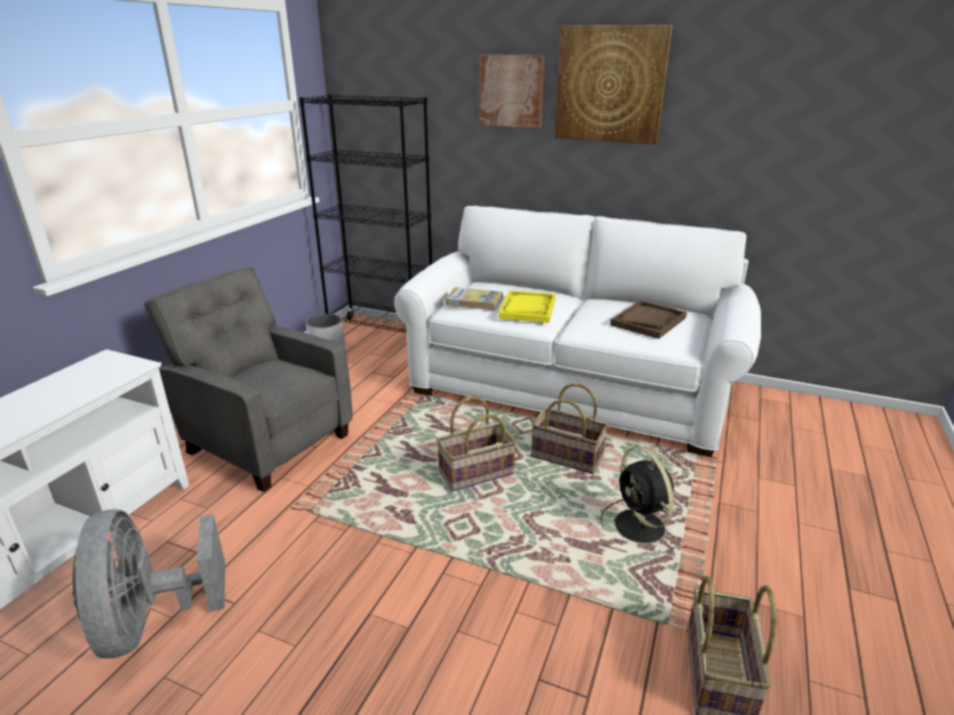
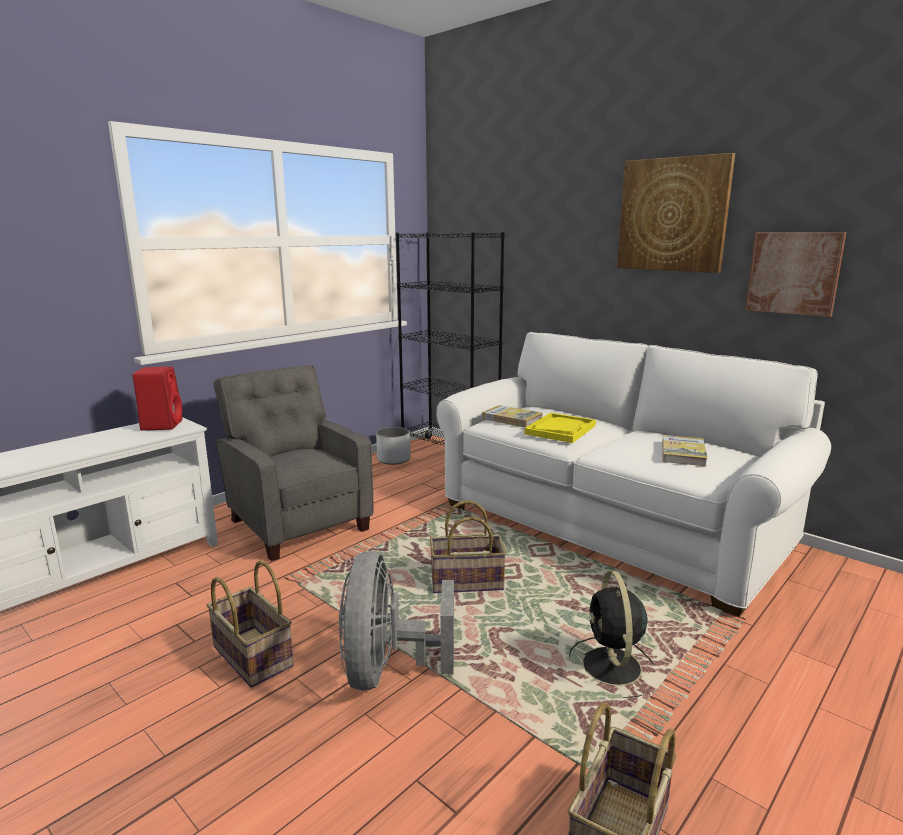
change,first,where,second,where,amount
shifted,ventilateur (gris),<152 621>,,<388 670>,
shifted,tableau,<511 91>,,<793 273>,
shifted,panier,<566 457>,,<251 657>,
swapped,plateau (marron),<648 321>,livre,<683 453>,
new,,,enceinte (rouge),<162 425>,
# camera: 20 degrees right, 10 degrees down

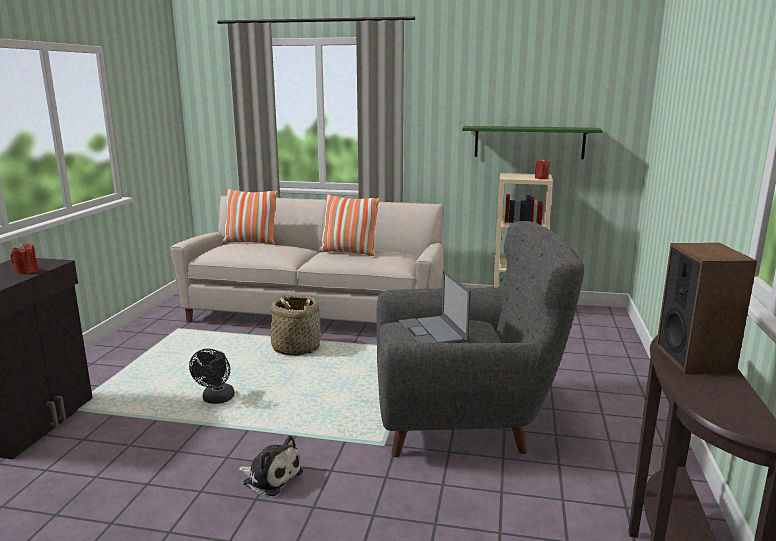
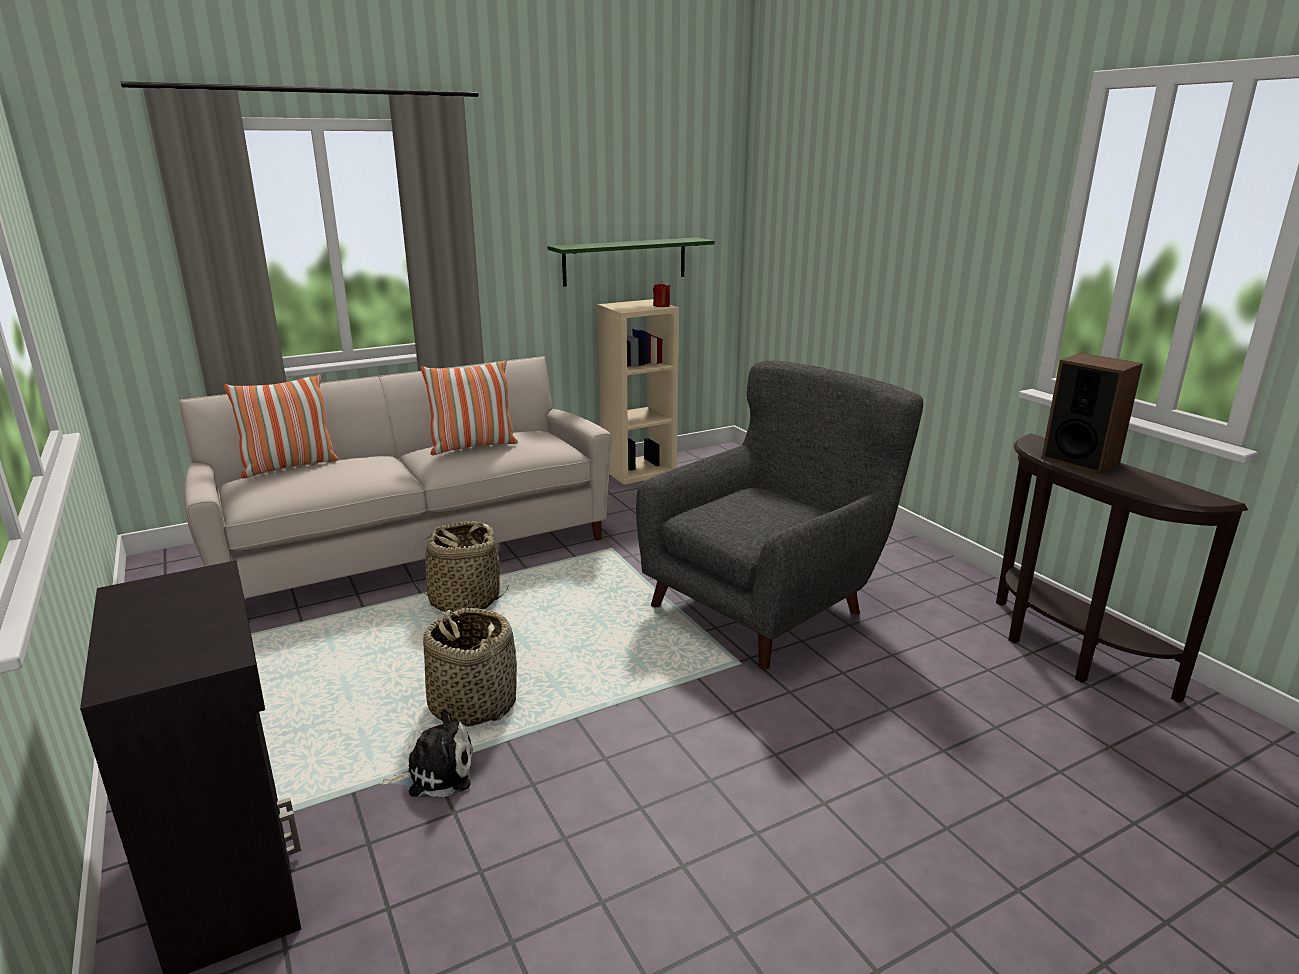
change,first,where,second,where,amount
gone,bougie (rouge),<26 271>,,,
swapped,ventilateur (noir),<217 400>,panier,<473 703>,
shifted,peluche,<270 477>,,<435 772>,
gone,ordinateur portable,<433 332>,,,
# camera: 40 degrees left, 5 degrees up

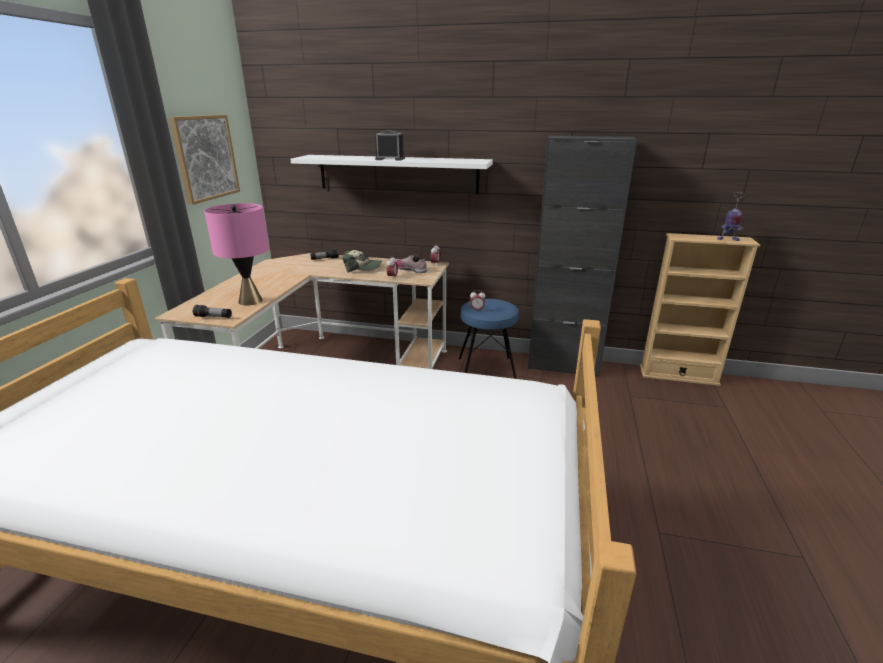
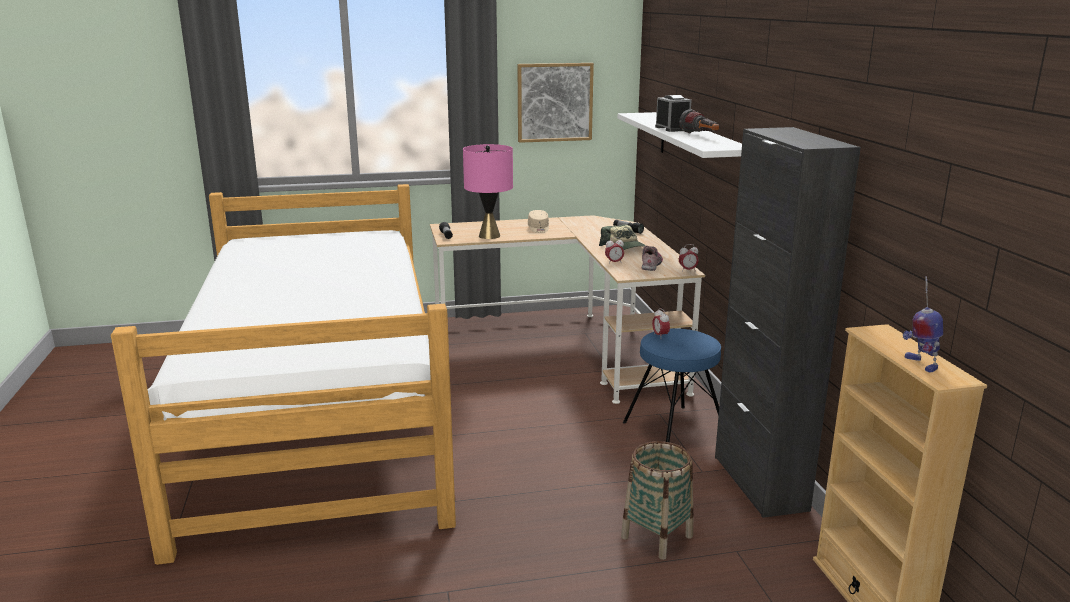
change,first,where,second,where,amount
new,,,casquette (beige),<538 228>,
new,,,panier,<656 537>,
new,,,lampe de poche,<700 136>,
# camera: 65 degrees right, 5 degrees down

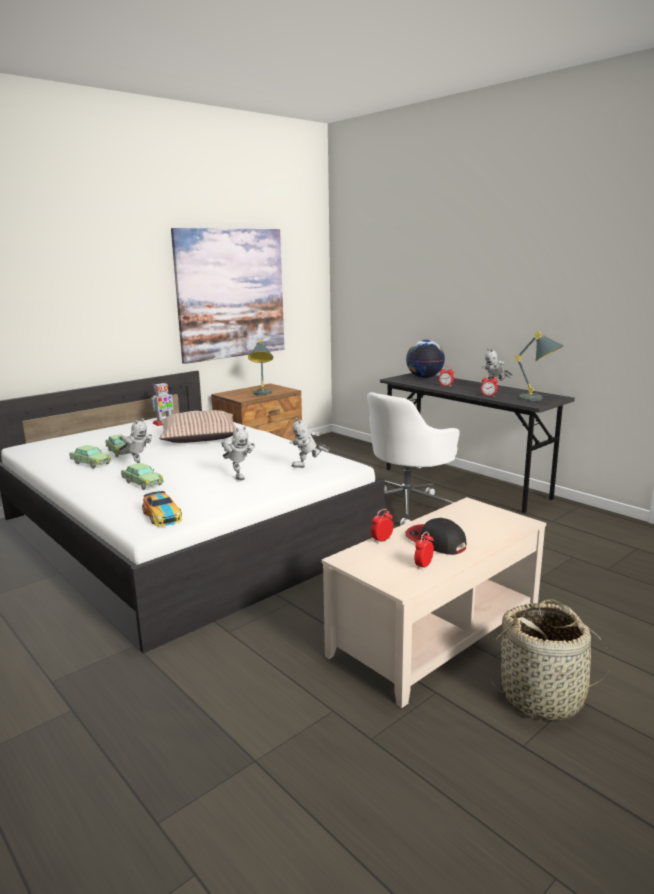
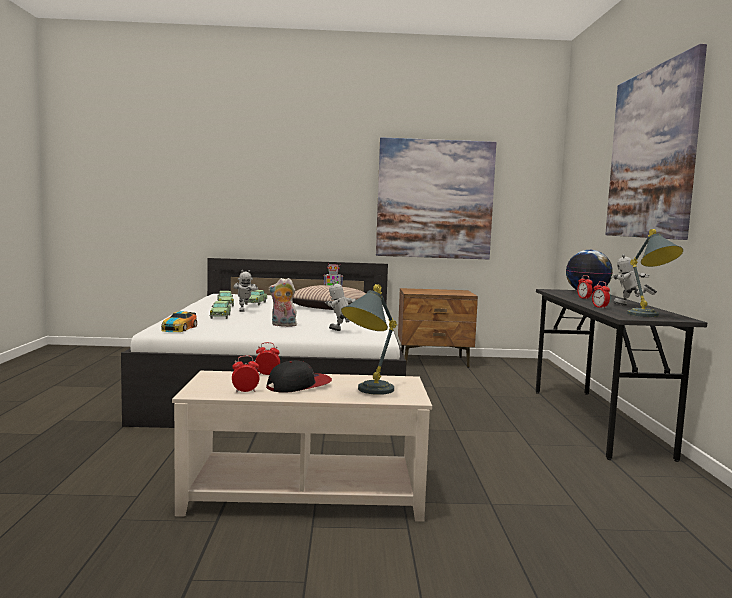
change,first,where,second,where,amount
swapped,robot jouet,<238 476>,peluche,<282 325>,
shifted,lampe de table (gris),<262 394>,,<367 392>,
gone,chaise de bureau (blanc),<408 507>,,,
rotated,casquette,<435 542>,,<299 385>,60 degrees clockwise
gone,panier,<543 696>,,,
new,,,tableau,<651 153>,
# camera: 40 degrees right, 10 degrees down

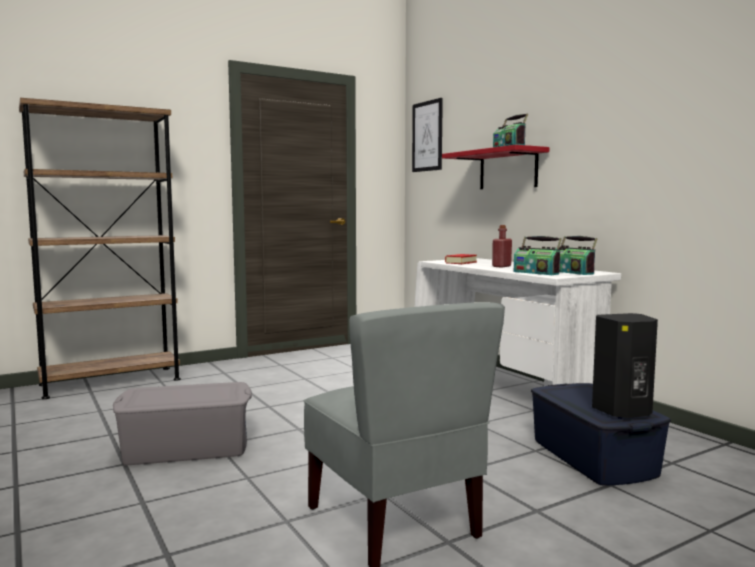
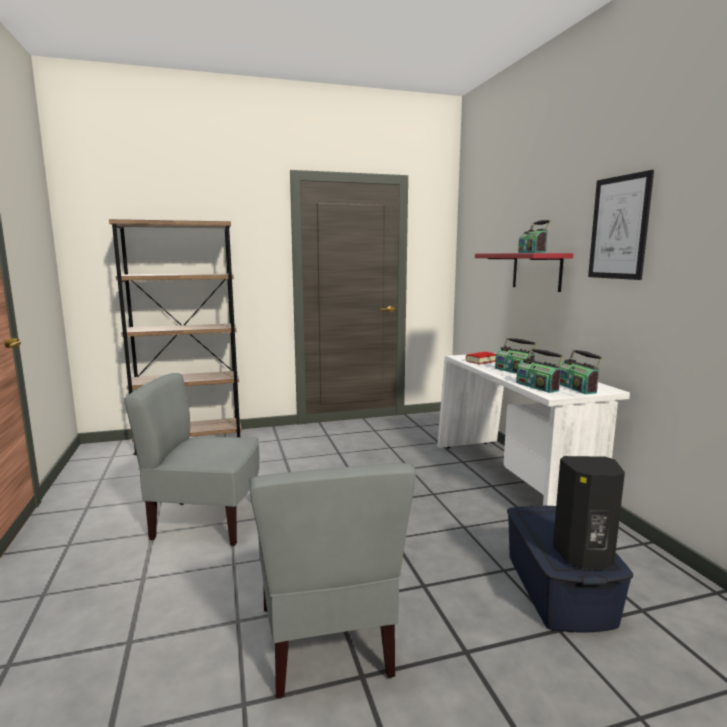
change,first,where,second,where,amount
swapped,boîte de rangement (gris),<186 448>,chaise (gris),<206 522>,
shifted,tableau,<427 136>,,<619 228>,
swapped,bouteille (rouge),<501 266>,radio,<514 371>,
# camera: 15 degrees right, 5 degrees up

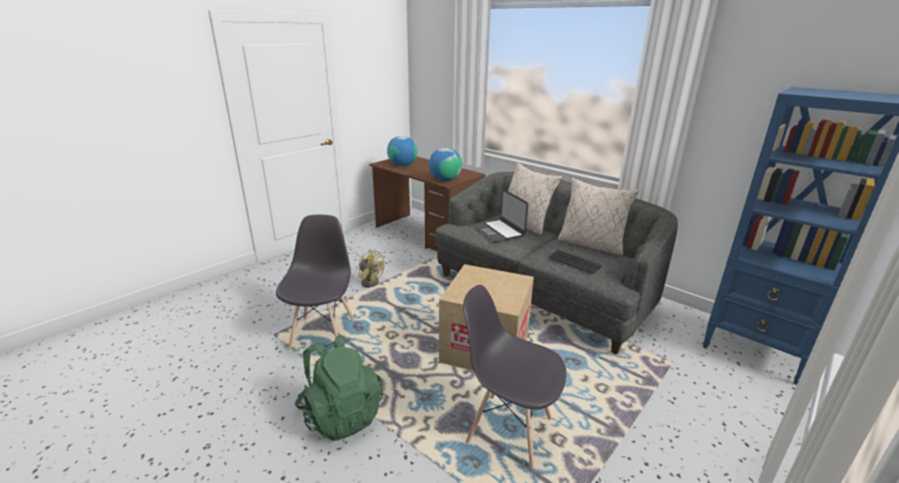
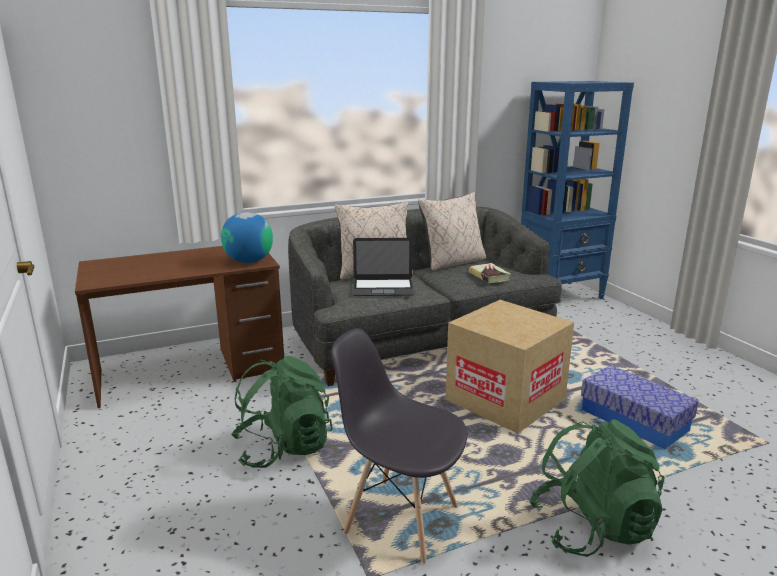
change,first,where,second,where,amount
swapped,ventilateur (jaune),<370 281>,sac à dos (vert),<283 448>,
gone,globe,<402 165>,,,
swapped,chaise (gris),<508 429>,boîte de rangement,<633 421>,
swapped,clavier,<574 262>,livre,<489 276>,
# camera: 65 degrees left, 5 degrees down

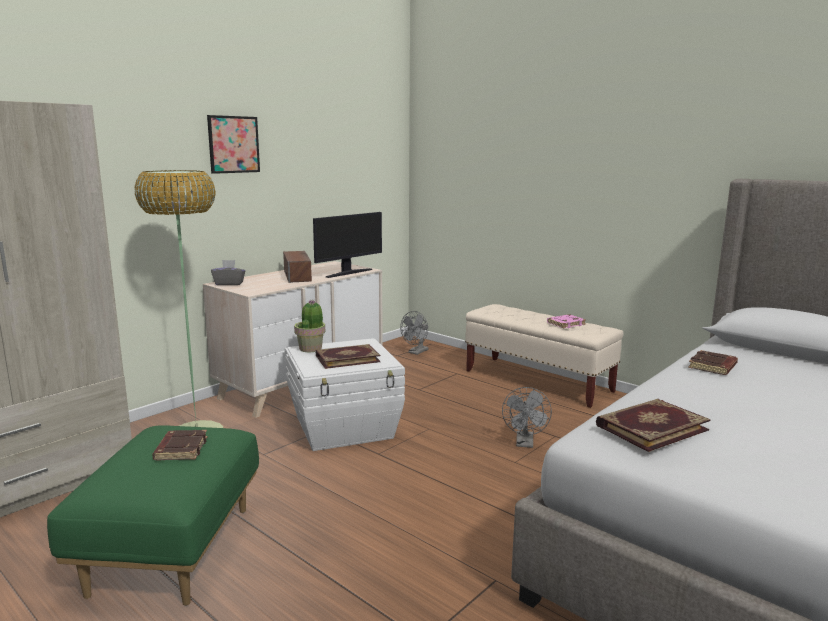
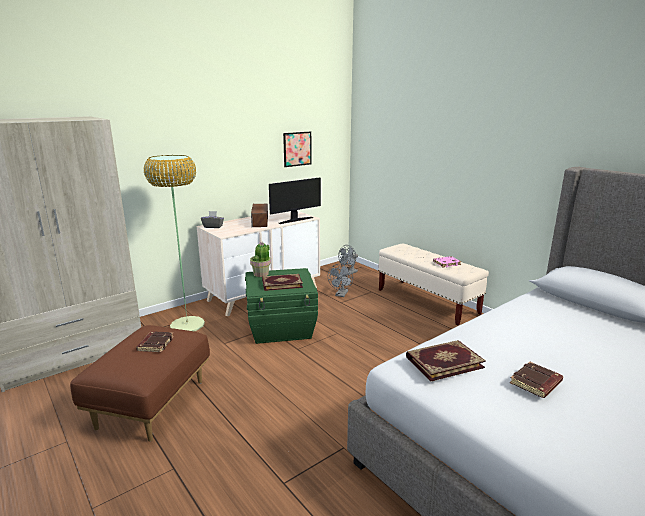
change,first,where,second,where,amount
repainted,pouf (vert),<171 549>,pouf (marron),<151 403>,
shifted,tableau,<233 144>,,<297 149>,
repainted,boîte de rangement (blanc),<345 427>,boîte de rangement (vert),<282 328>,
shifted,ventilateur (gris),<525 443>,,<341 295>,
shifted,livre (marron),<713 367>,,<536 383>,
# camera: 10 degrees right, 5 degrees up

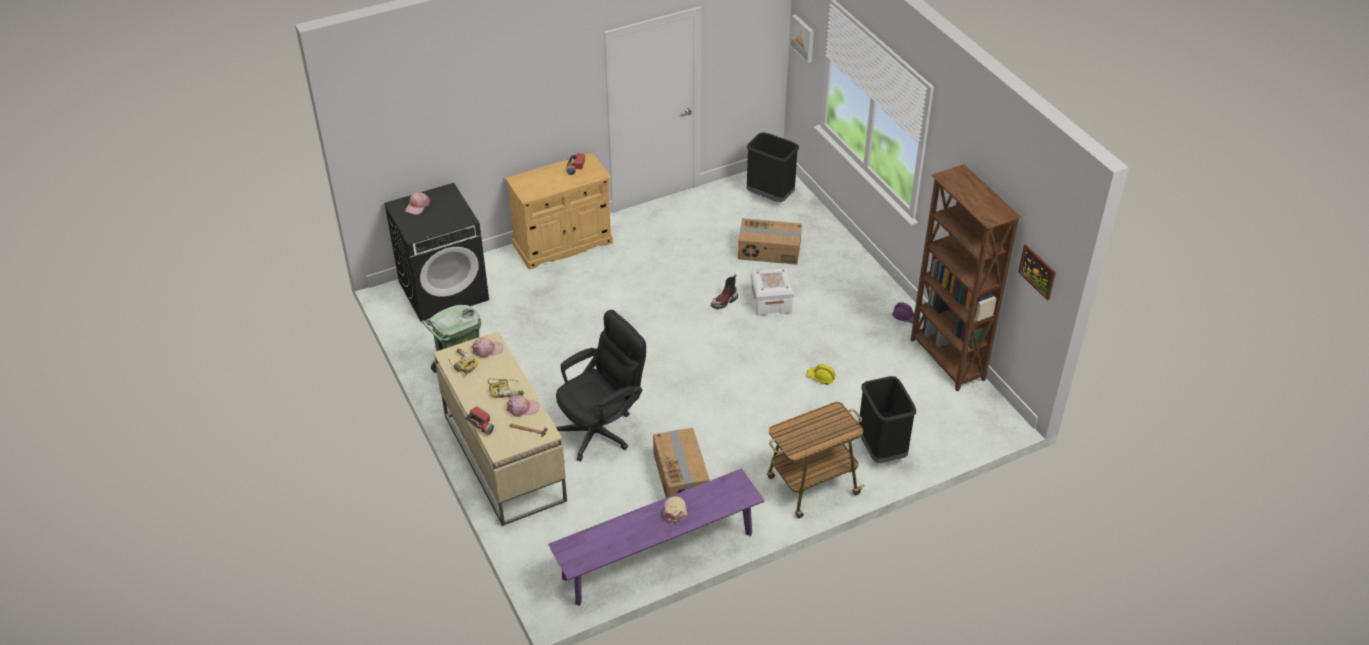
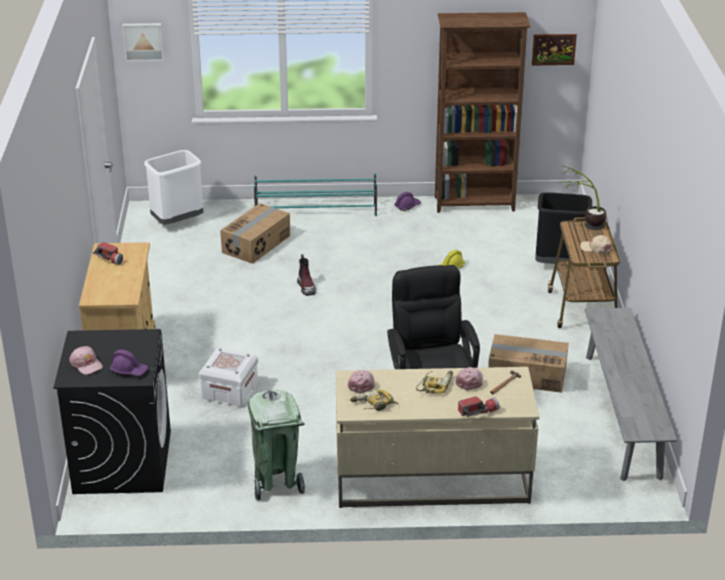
change,first,where,second,where,amount
repainted,banc (violet),<658 556>,banc (gris),<622 415>,
shifted,casquette (beige),<675 511>,,<596 248>,
repainted,poubelle (noir),<770 196>,poubelle (blanc),<177 221>,
shifted,boîte de rangement (blanc),<771 302>,,<230 391>,
new,,,casque de chantier (violet),<129 370>,
new,,,étagère à chaussures (turquoise),<316 211>,
new,,,plante en pot,<582 225>,
# camera: 65 degrees left, 10 degrees down

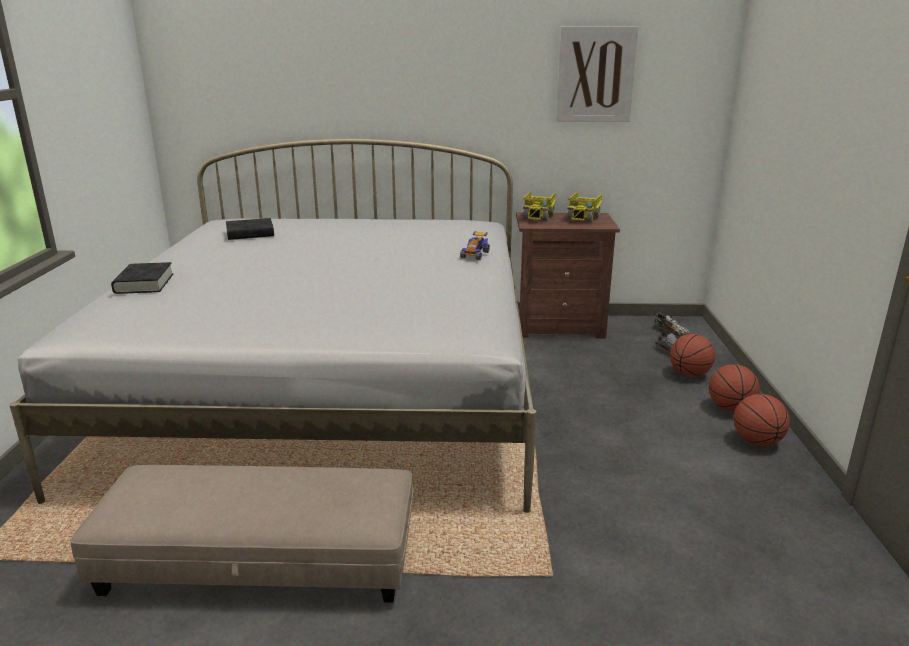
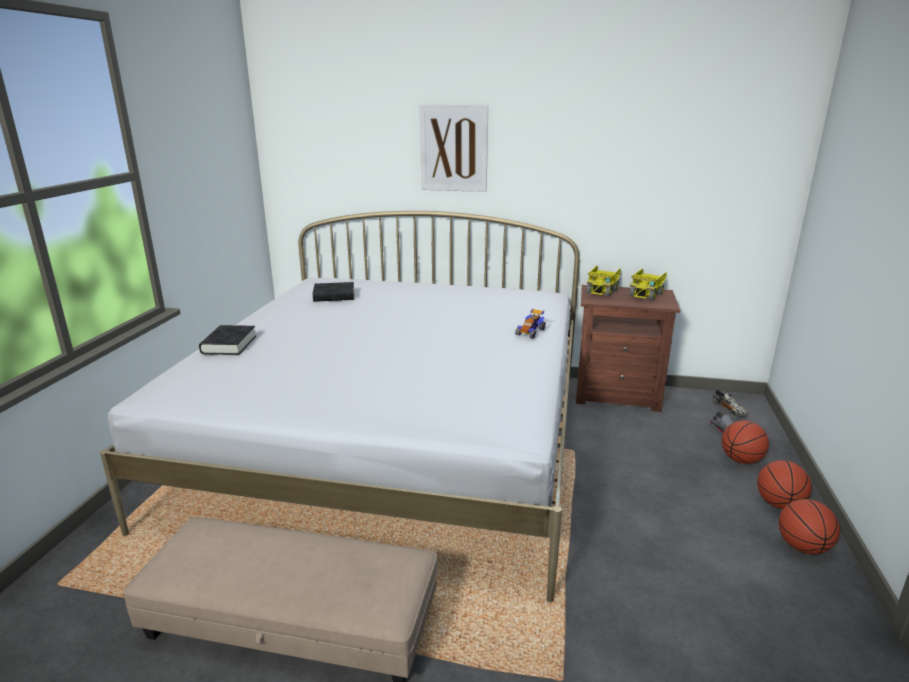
change,first,where,second,where,amount
shifted,tableau,<595 75>,,<454 148>,
# camera: 10 degrees right, 0 degrees up

